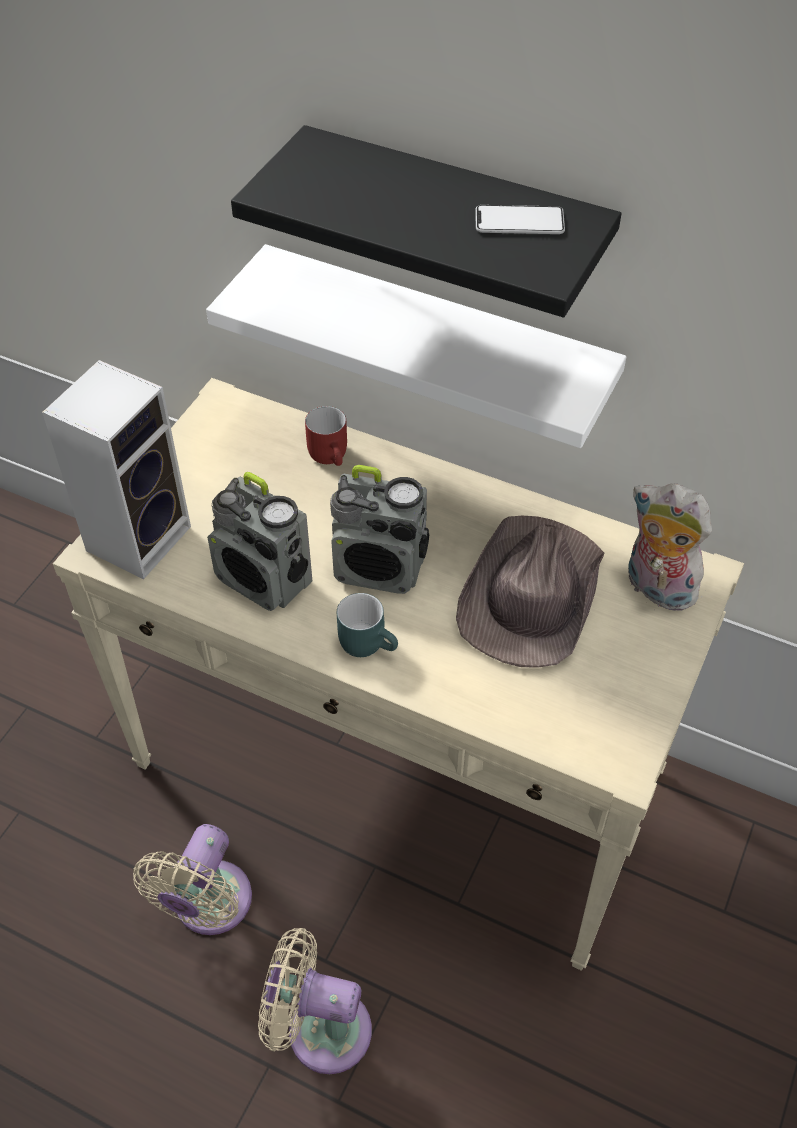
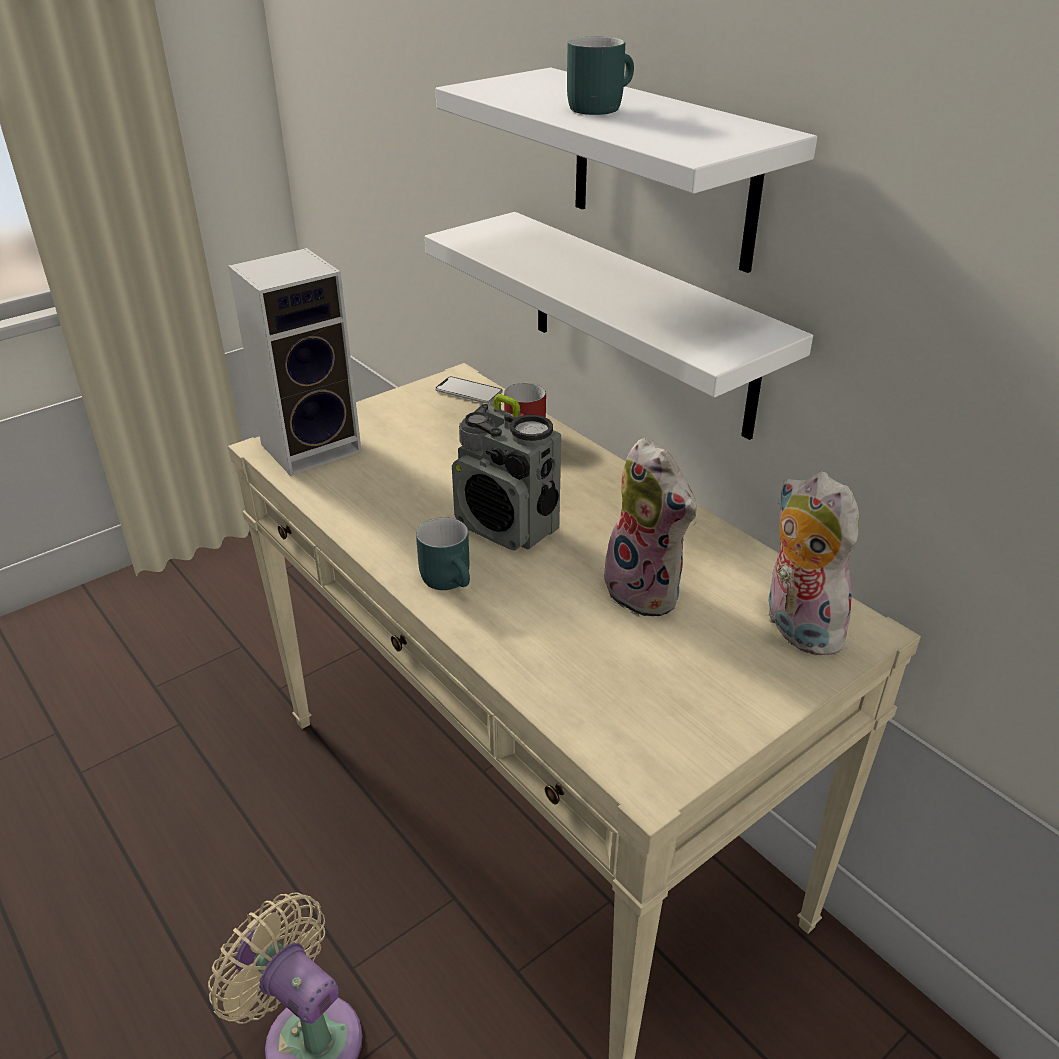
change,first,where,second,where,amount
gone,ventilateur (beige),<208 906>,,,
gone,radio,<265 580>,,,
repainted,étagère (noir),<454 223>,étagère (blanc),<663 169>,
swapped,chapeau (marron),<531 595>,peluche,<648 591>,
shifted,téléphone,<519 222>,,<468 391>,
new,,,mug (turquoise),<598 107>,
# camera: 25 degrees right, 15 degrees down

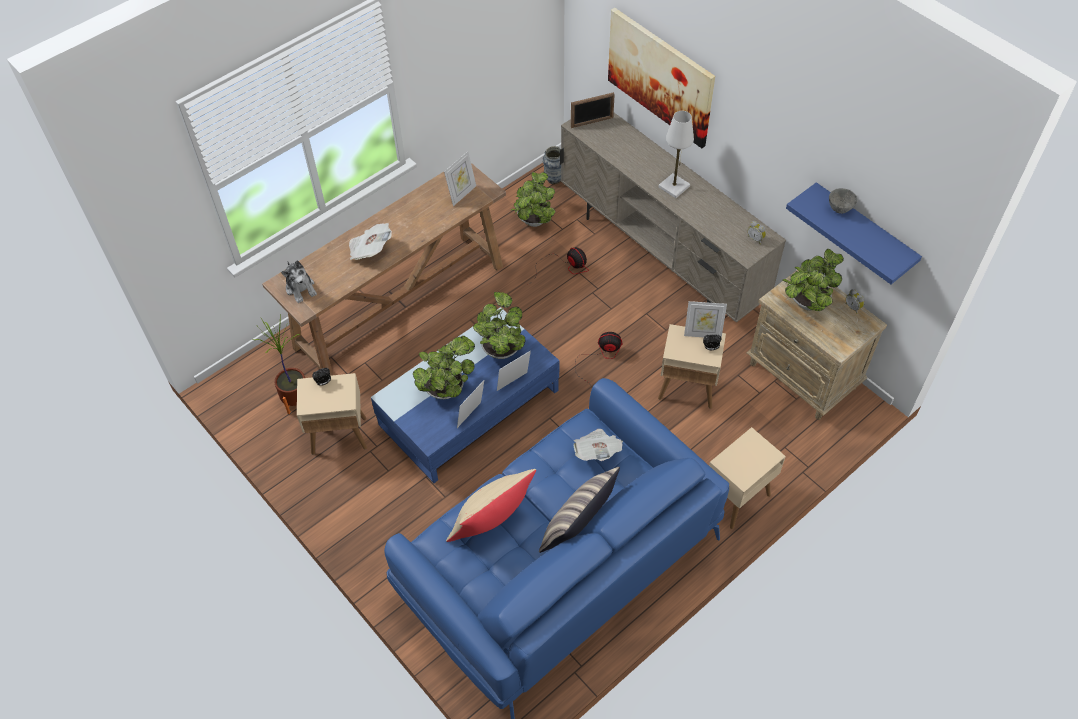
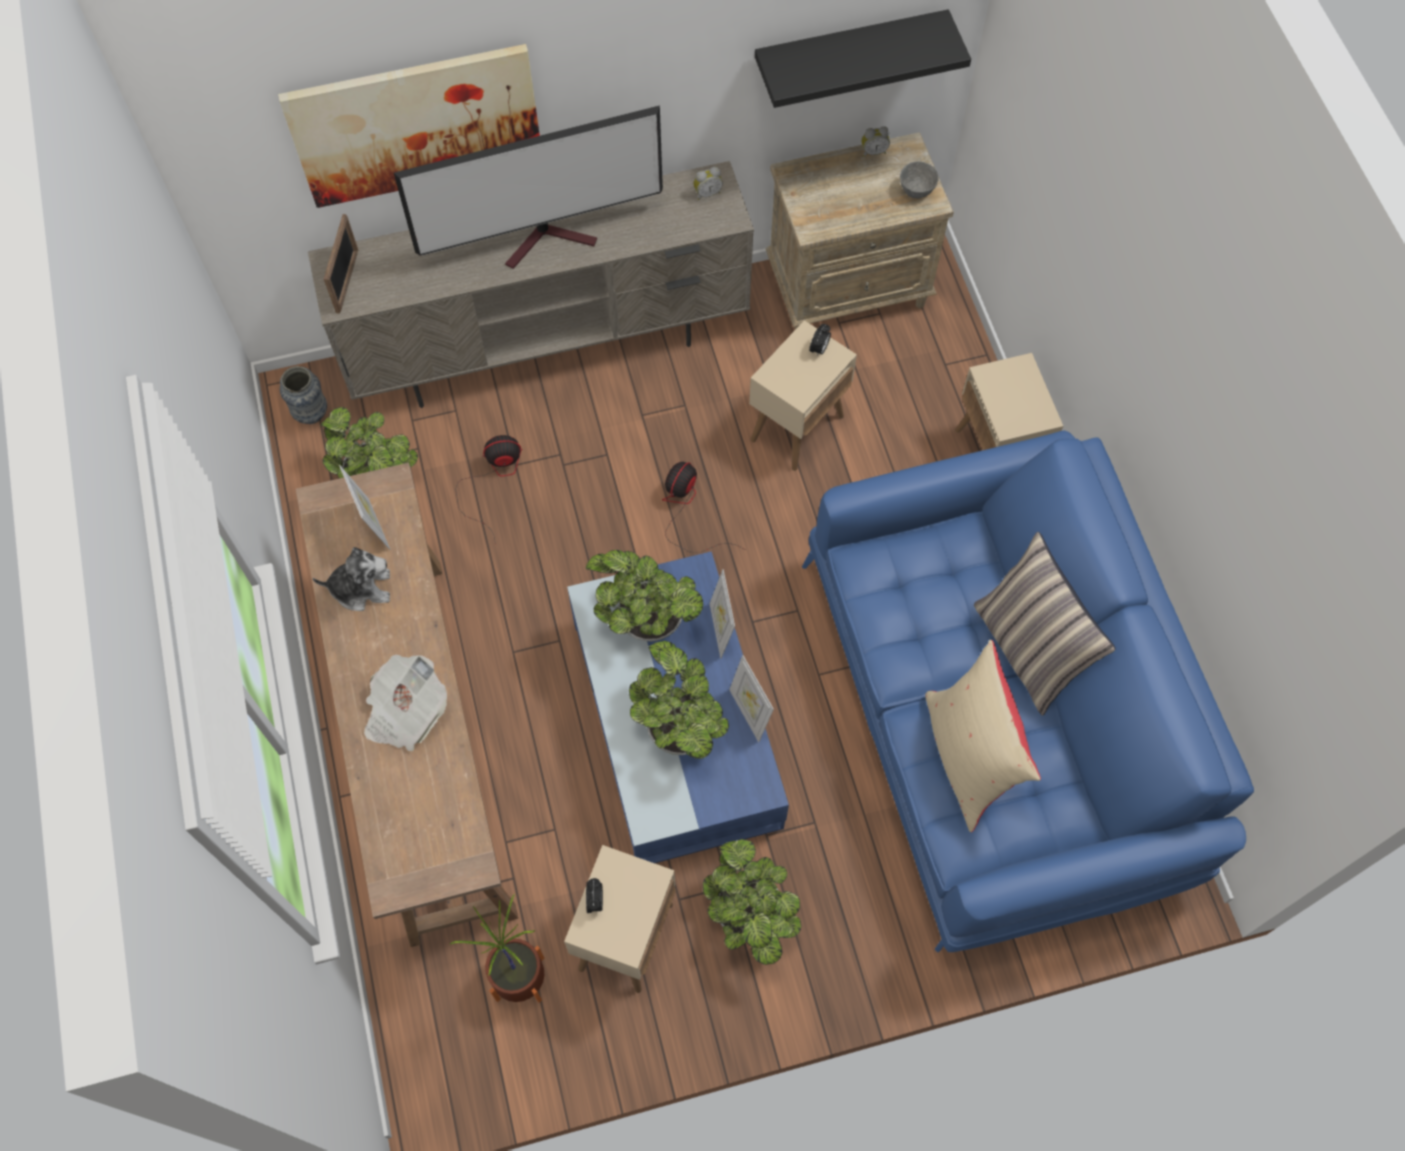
change,first,where,second,where,amount
shifted,peluche,<301 288>,,<361 588>,
gone,journal,<597 452>,,,
swapped,lampe de table (blanc),<674 187>,téléviseur,<550 240>,
gone,cadre photo,<702 334>,,,
shifted,plante en pot,<806 304>,,<750 917>,
repainted,étagère (bleu),<863 231>,étagère (noir),<849 51>,
shifted,bol (gris),<839 208>,,<915 191>,
# camera: 65 degrees left, 10 degrees up

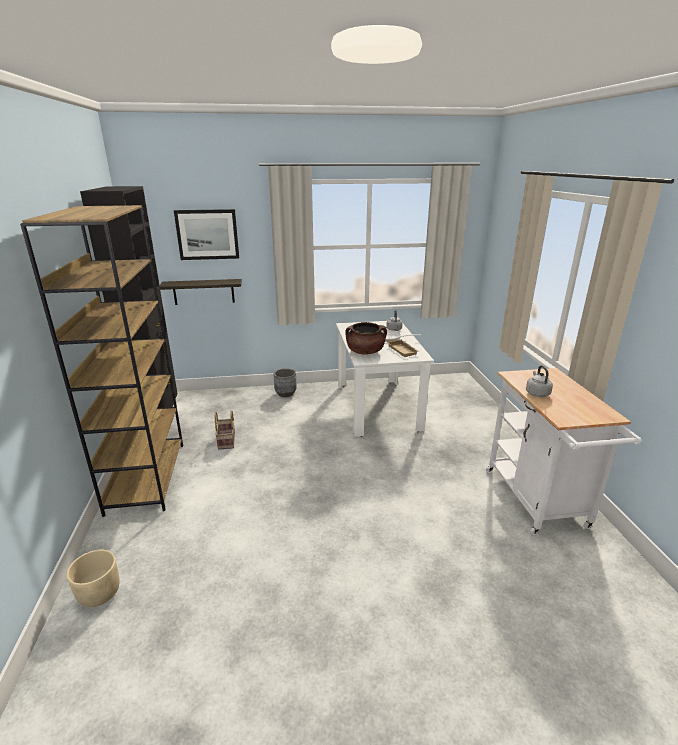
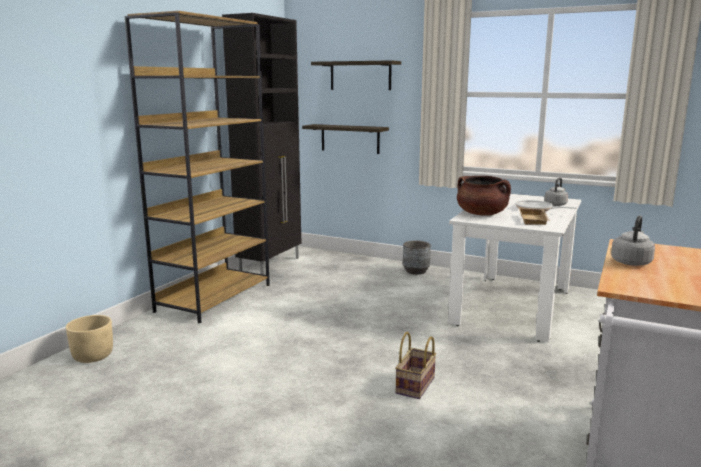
change,first,where,second,where,amount
swapped,tableau,<207 234>,étagère,<360 75>,
shifted,panier,<227 441>,,<416 386>,
# camera: 35 degrees right, 10 degrees down

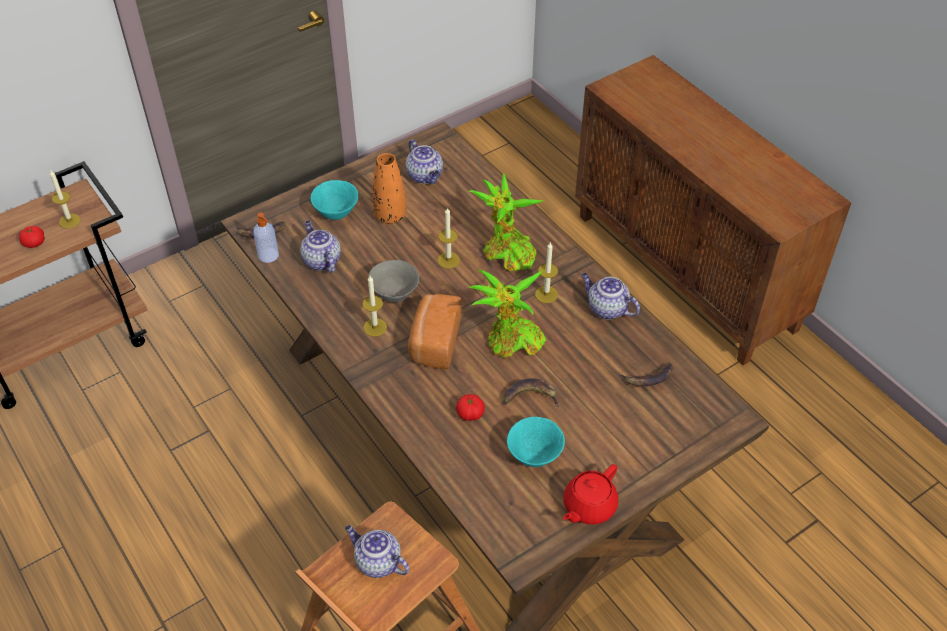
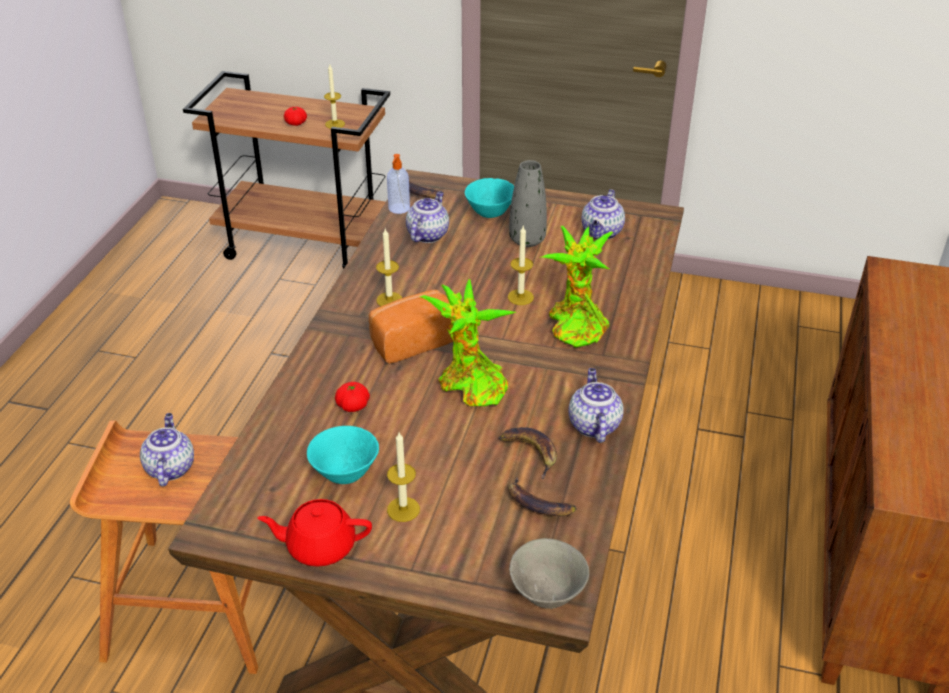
change,first,where,second,where,amount
shifted,bol (gris),<395 295>,,<548 595>,
repainted,vase (orange),<390 216>,vase (gris),<527 240>,
shifted,banane,<530 396>,,<531 452>,
shifted,bougie,<546 294>,,<403 509>,
# camera: 50 degrees right, 10 degrees down

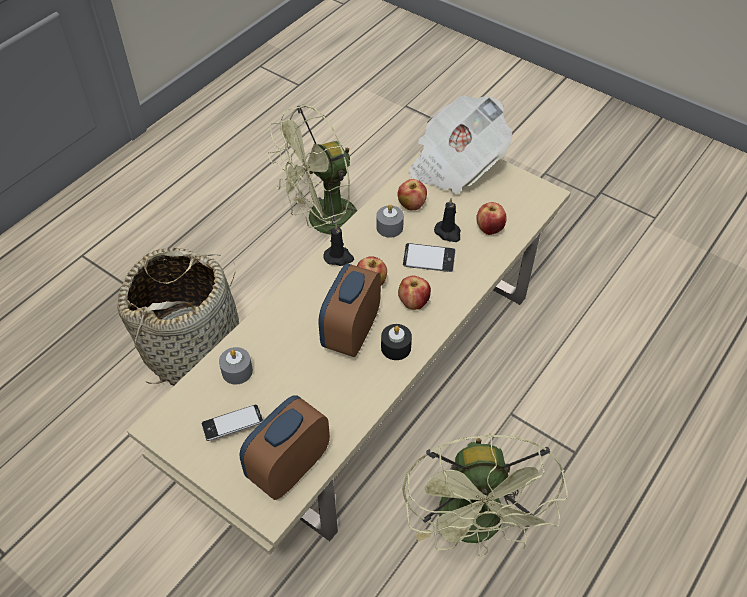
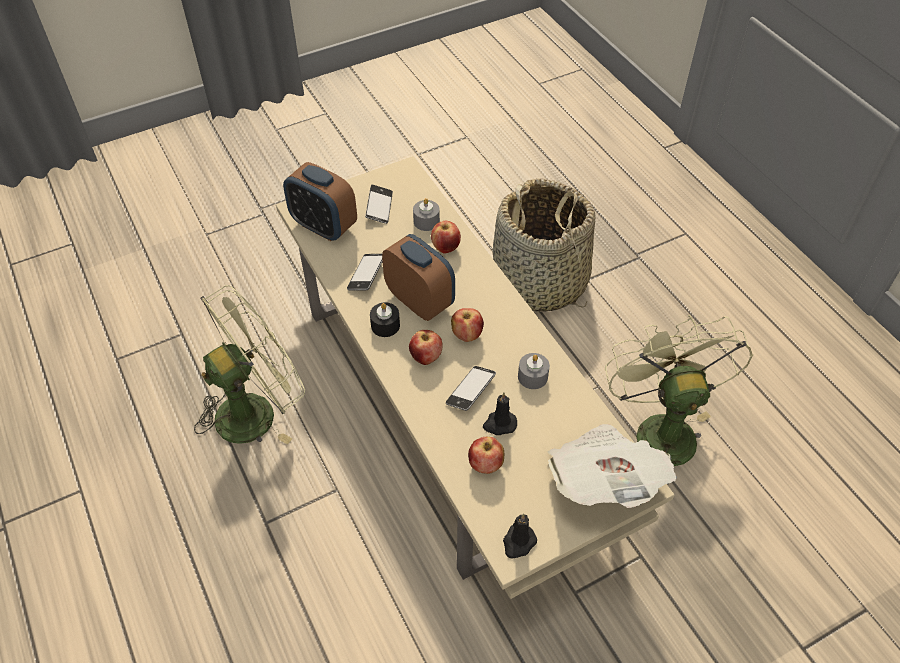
change,first,where,second,where,amount
rotated,réveil,<289 467>,,<324 226>,150 degrees clockwise
shifted,bougie (noir),<339 257>,,<518 543>,
shifted,pomme,<411 205>,,<446 247>,
rotated,ventilateur (vert),<475 528>,,<256 409>,120 degrees clockwise
new,,,téléphone,<366 275>,
# camera: 115 degrees right, 0 degrees up

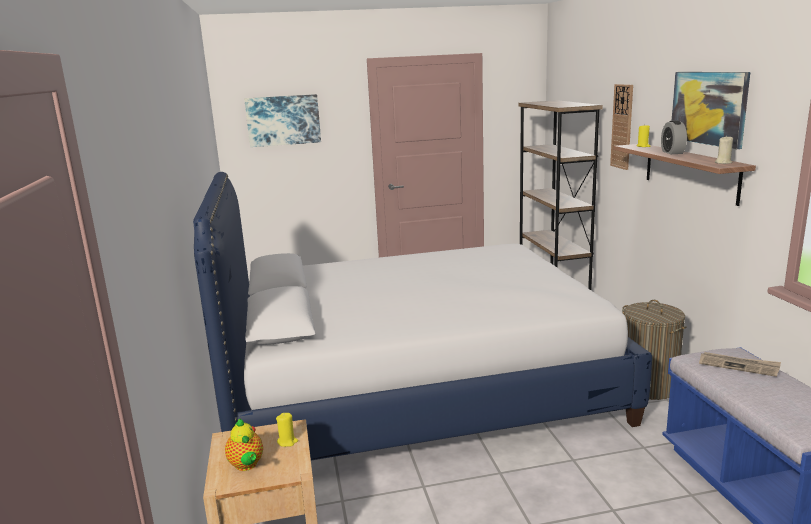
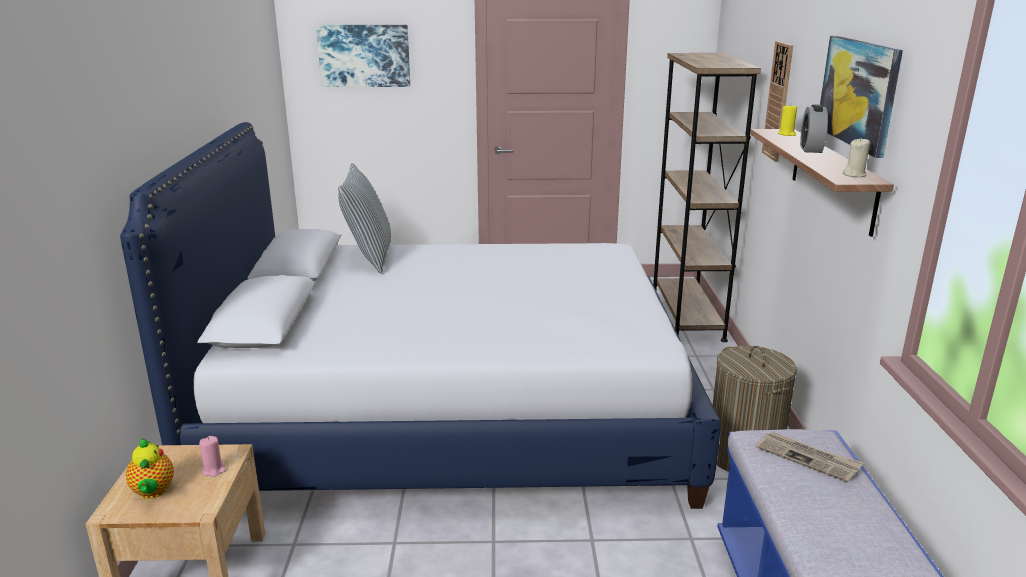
change,first,where,second,where,amount
repainted,bougie (jaune),<287 442>,bougie (rose),<214 470>,
new,,,coussin,<369 257>,
# camera: 10 degrees right, 5 degrees up

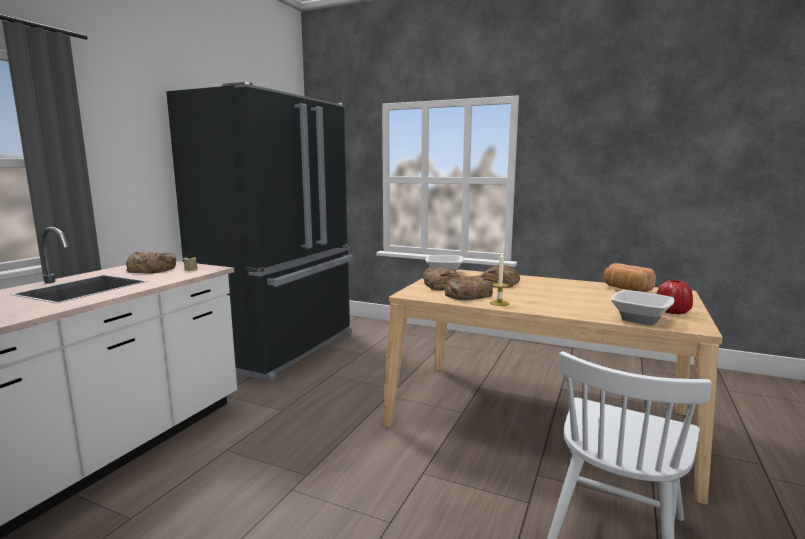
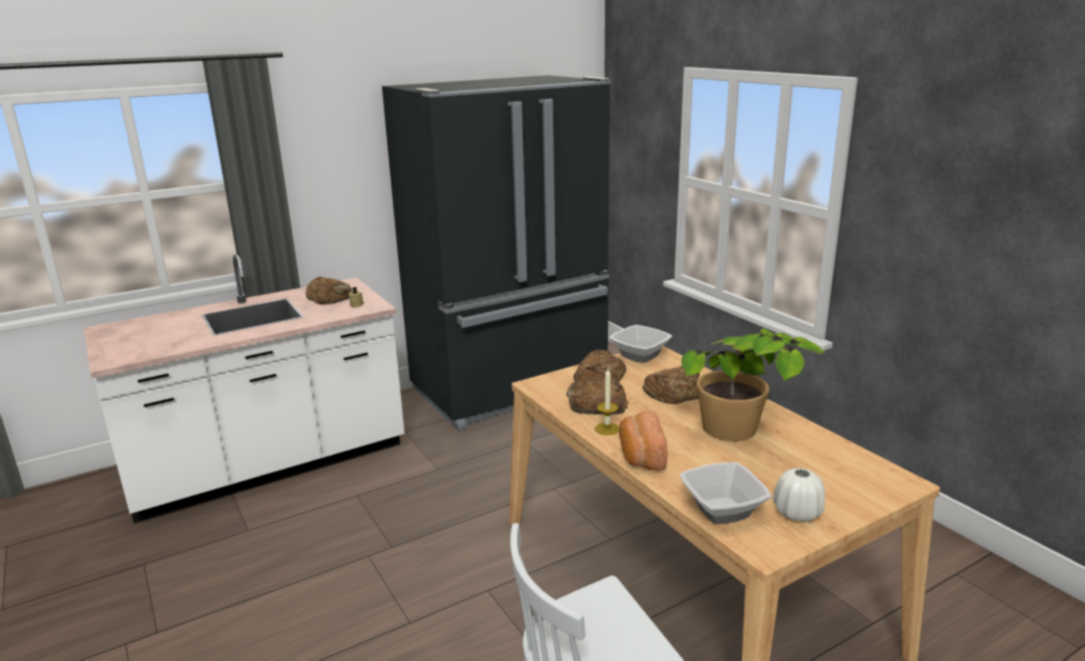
change,first,where,second,where,amount
shifted,pain,<625 289>,,<640 455>,
repainted,vase (rouge),<672 312>,vase (blanc),<797 513>,
new,,,plante en pot,<741 442>,
# camera: 35 degrees right, 10 degrees up

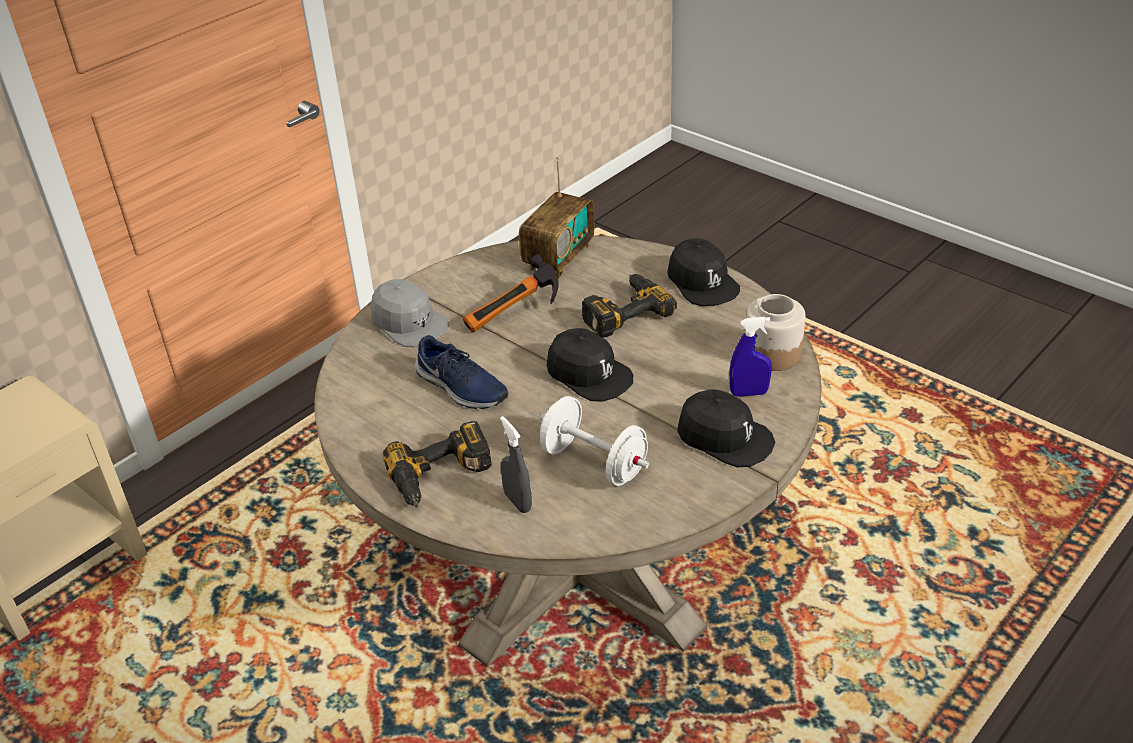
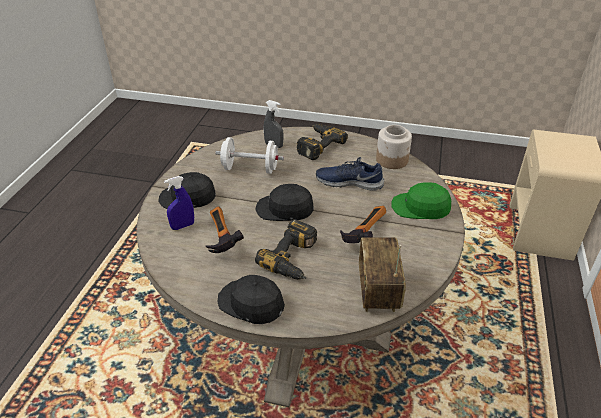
change,first,where,second,where,amount
repainted,casquette (gris),<409 323>,casquette (vert),<420 207>,
shifted,bocal,<772 353>,,<392 160>,
new,,,marteau,<218 239>,
# camera: 150 degrees right, 0 degrees up

